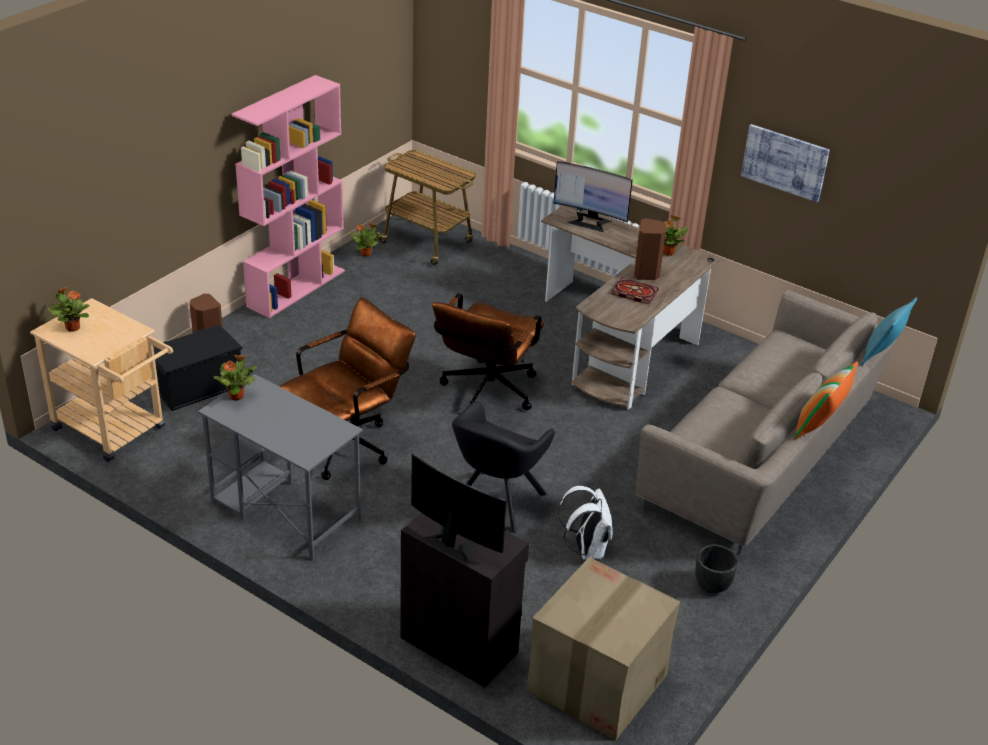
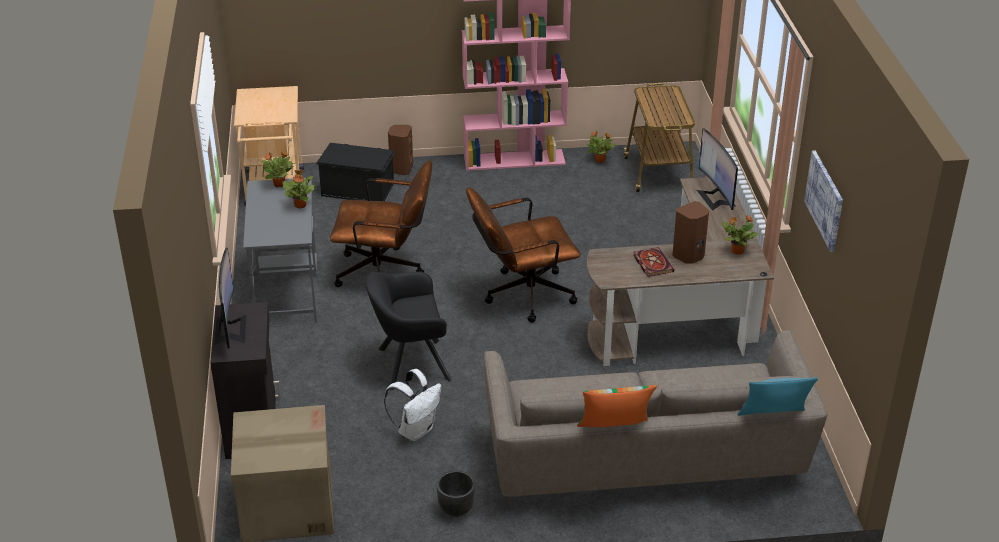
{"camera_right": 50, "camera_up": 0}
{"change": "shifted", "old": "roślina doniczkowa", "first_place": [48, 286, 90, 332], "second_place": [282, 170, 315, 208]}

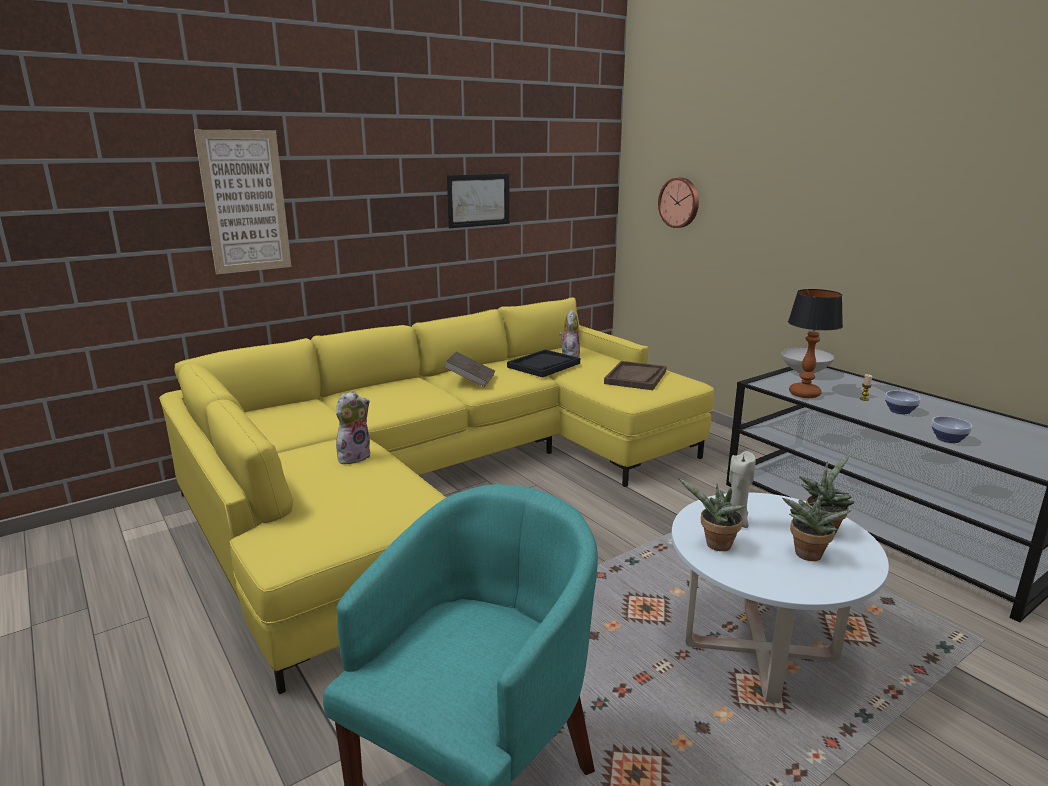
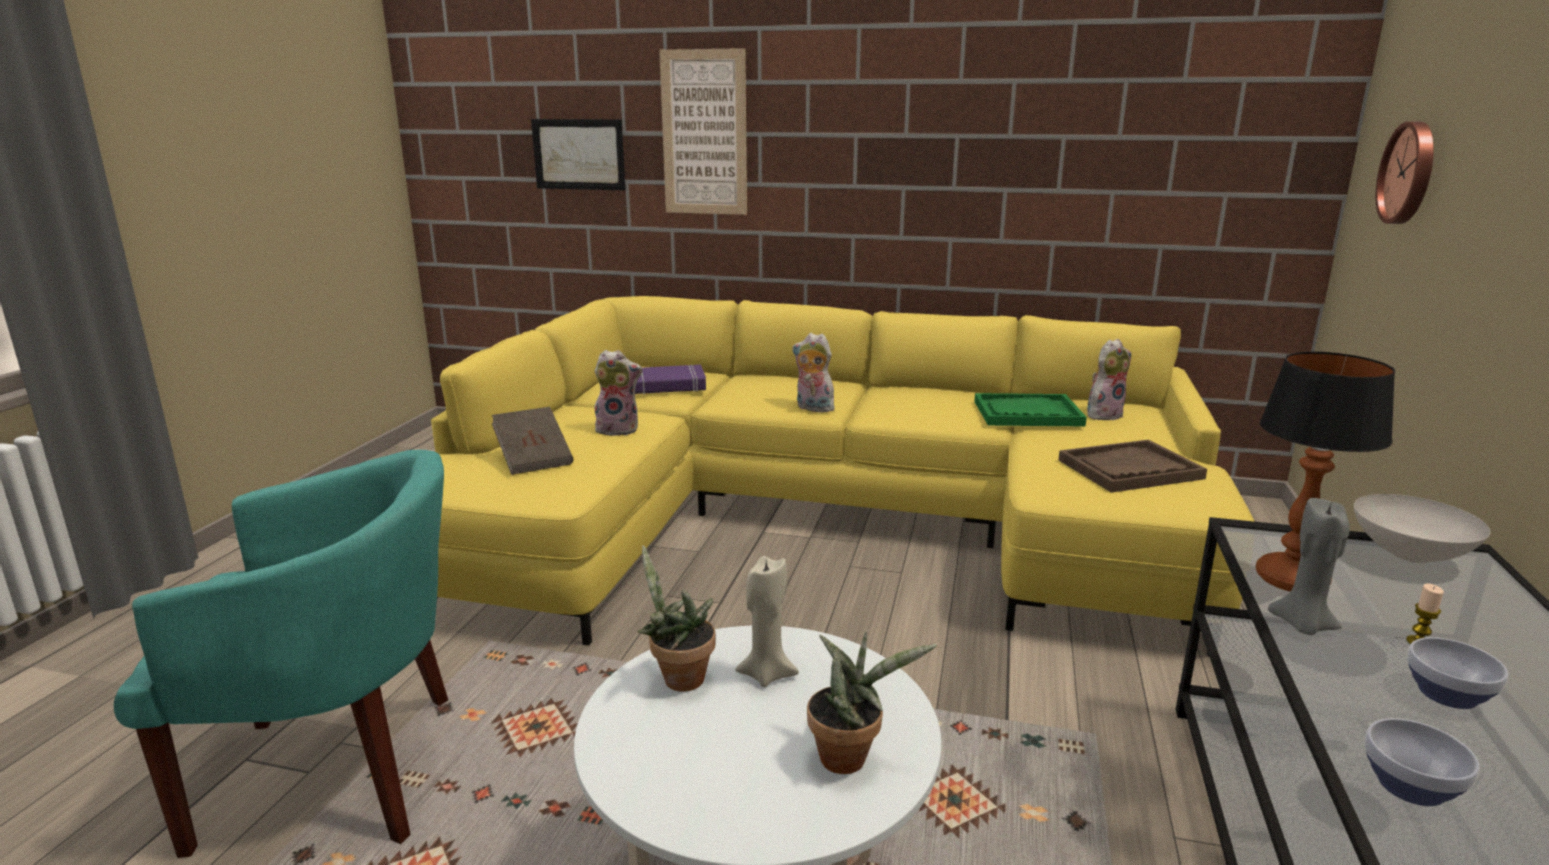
{"camera_right": 50, "camera_up": 0}
{"change": "shifted", "old": "obraz", "first_place": [447, 173, 510, 228], "second_place": [531, 119, 626, 190]}
{"change": "repainted", "old": "taca (czarny)", "new": "taca (zielony)", "first_place": [507, 349, 580, 377], "second_place": [974, 393, 1087, 426]}
{"change": "shifted", "old": "książka (brązowy)", "first_place": [444, 352, 495, 387], "second_place": [492, 407, 573, 475]}
{"change": "gone", "old": "roślina doniczkowa", "first_place": [782, 494, 851, 561]}
{"change": "new", "new": "pluszak", "second_place": [792, 333, 835, 412]}
{"change": "new", "new": "książka (fioletowy)", "second_place": [635, 365, 706, 394]}
{"change": "new", "new": "świeca (szary)", "second_place": [1268, 498, 1350, 635]}

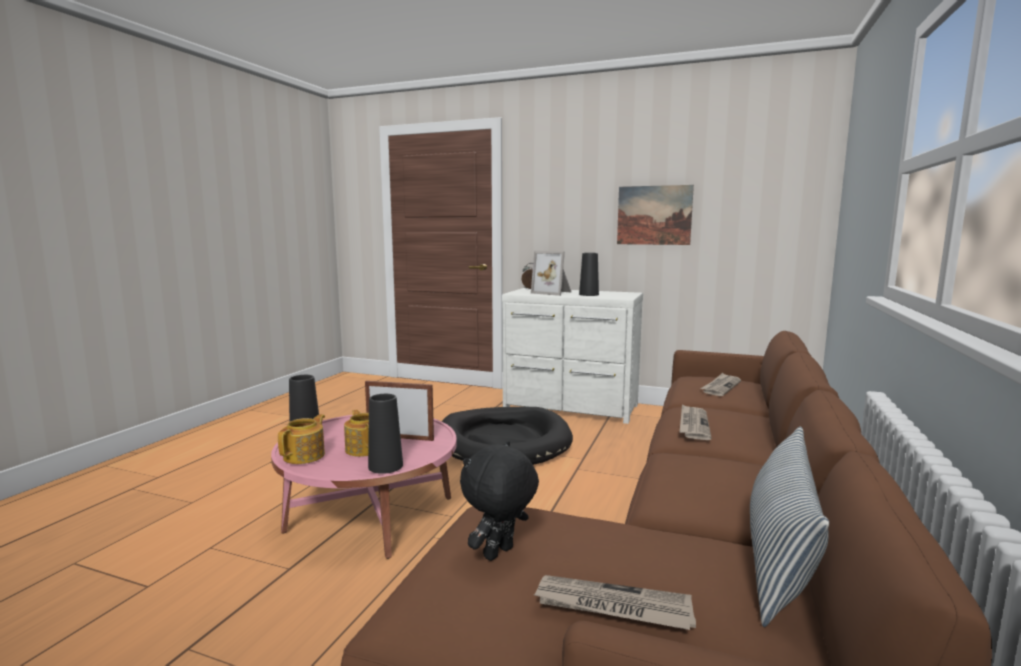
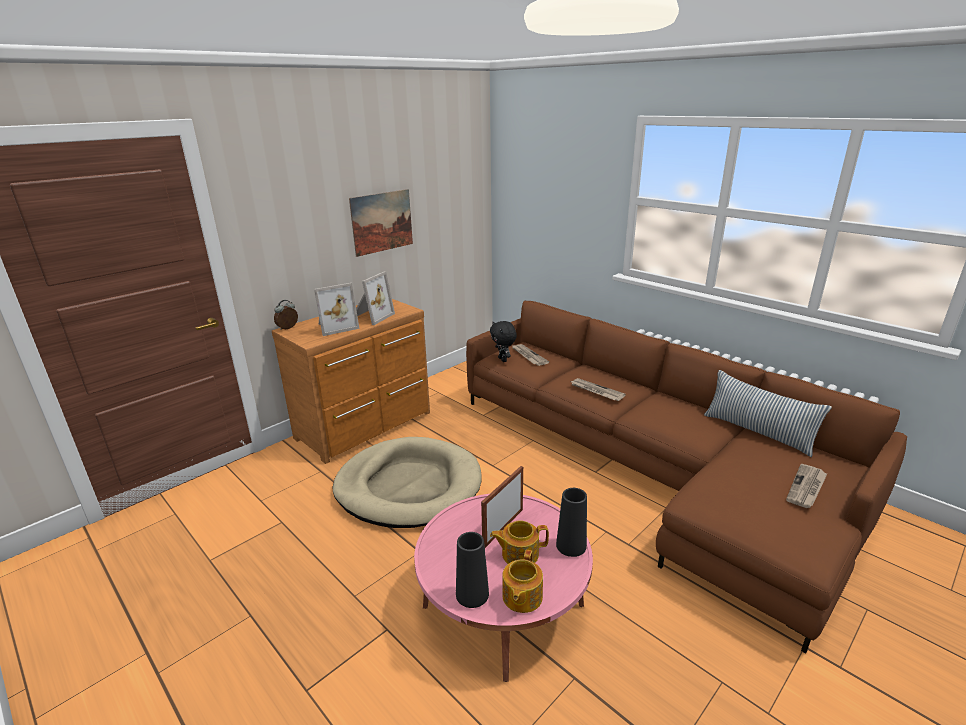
{"camera_right": -65, "camera_up": 15}
{"change": "swapped", "old": "wazon (czarny)", "new": "ramka na zdjęcie", "first_place": [579, 253, 599, 296], "second_place": [356, 271, 395, 325]}
{"change": "repainted", "old": "komoda (biały)", "new": "komoda (brązowy)", "first_place": [502, 288, 643, 424], "second_place": [272, 299, 430, 464]}
{"change": "repainted", "old": "legowisko (czarny)", "new": "legowisko (beżowy)", "first_place": [442, 407, 573, 465], "second_place": [332, 437, 481, 528]}
{"change": "rotated", "old": "imbryk", "first_place": [278, 414, 325, 464], "second_place": [503, 549, 543, 613], "degrees": -120}
{"change": "shifted", "old": "pluszak (czarny)", "first_place": [460, 441, 539, 561], "second_place": [490, 321, 517, 362]}

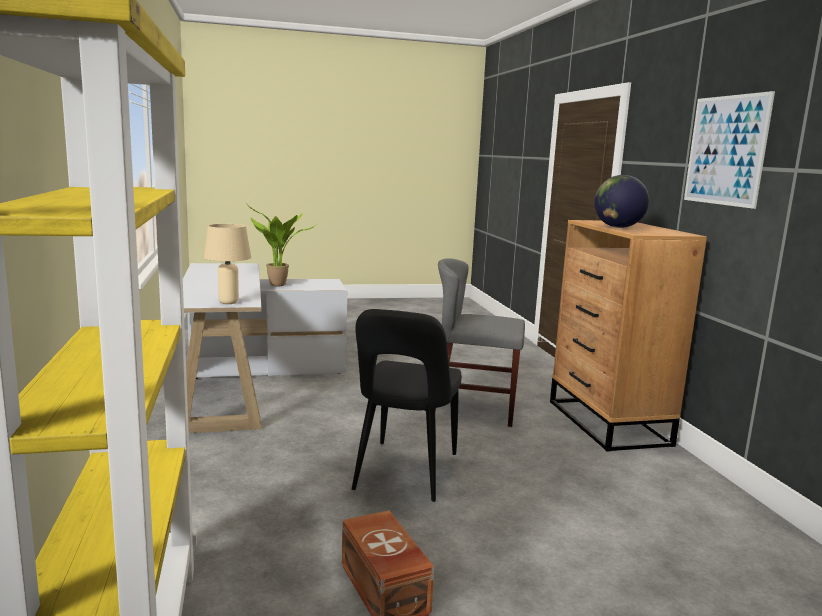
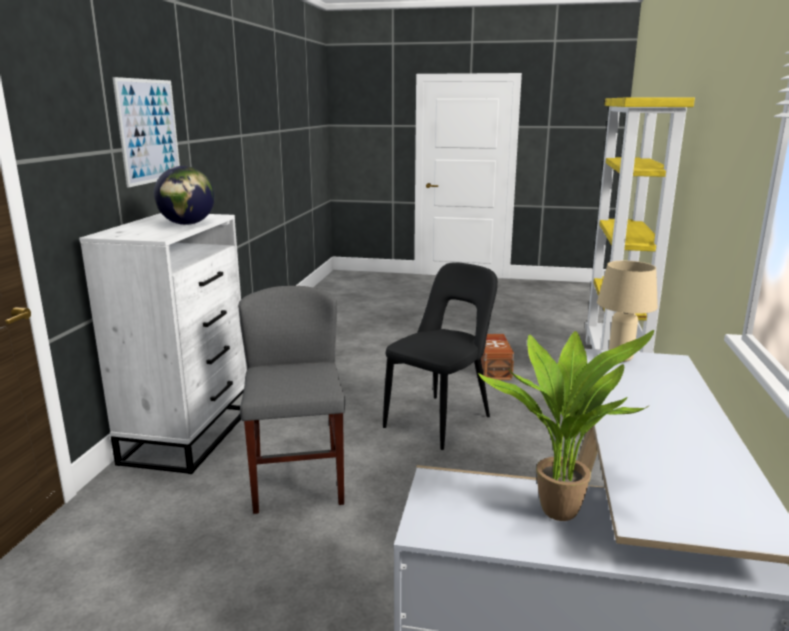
{"camera_right": -155, "camera_up": 5}
{"change": "repainted", "old": "komoda (brązowy)", "new": "komoda (biały)", "first_place": [550, 220, 707, 452], "second_place": [79, 213, 247, 474]}
{"change": "rotated", "old": "krzesło (szary)", "first_place": [435, 258, 525, 427], "second_place": [238, 286, 345, 514], "degrees": -135}

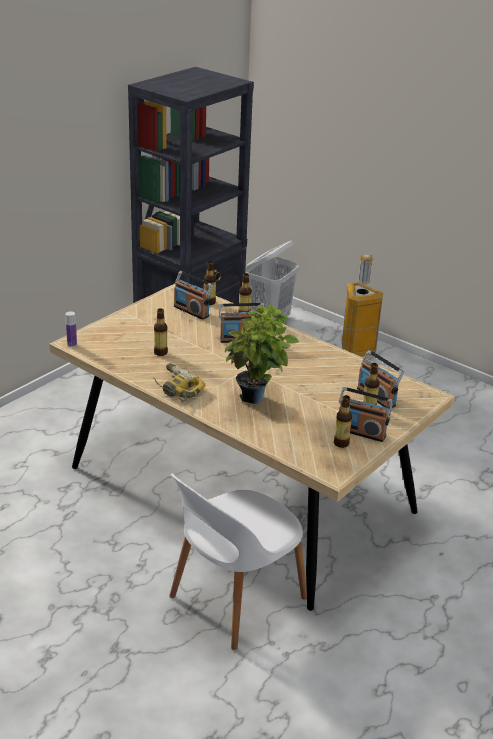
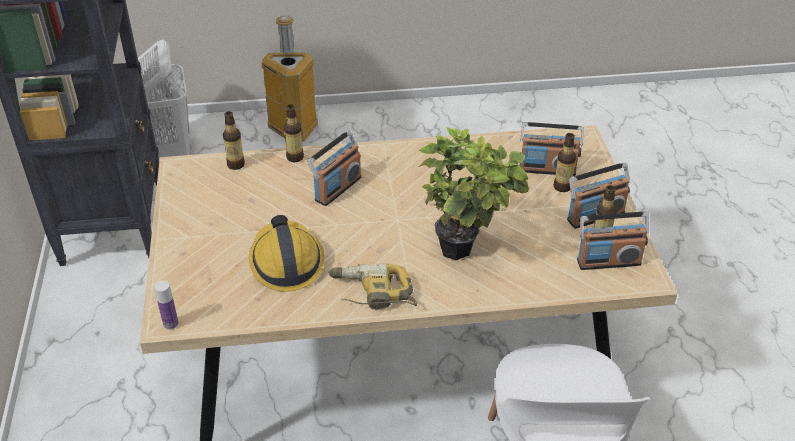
{"camera_right": -45, "camera_up": 10}
{"change": "shifted", "old": "radio", "first_place": [174, 271, 213, 320], "second_place": [577, 212, 649, 270]}
{"change": "swapped", "old": "butelka", "new": "kask", "first_place": [154, 308, 168, 356], "second_place": [249, 215, 324, 292]}

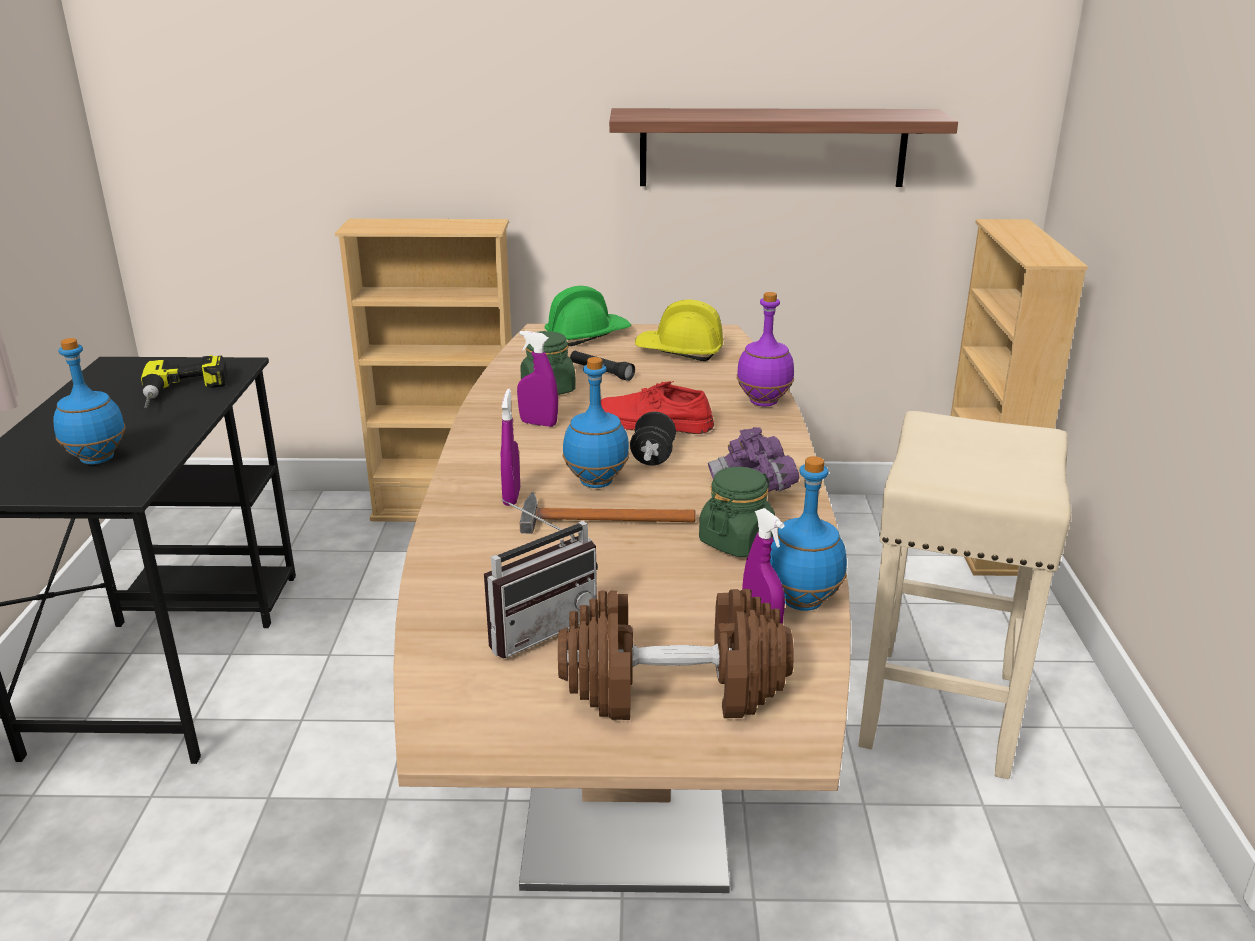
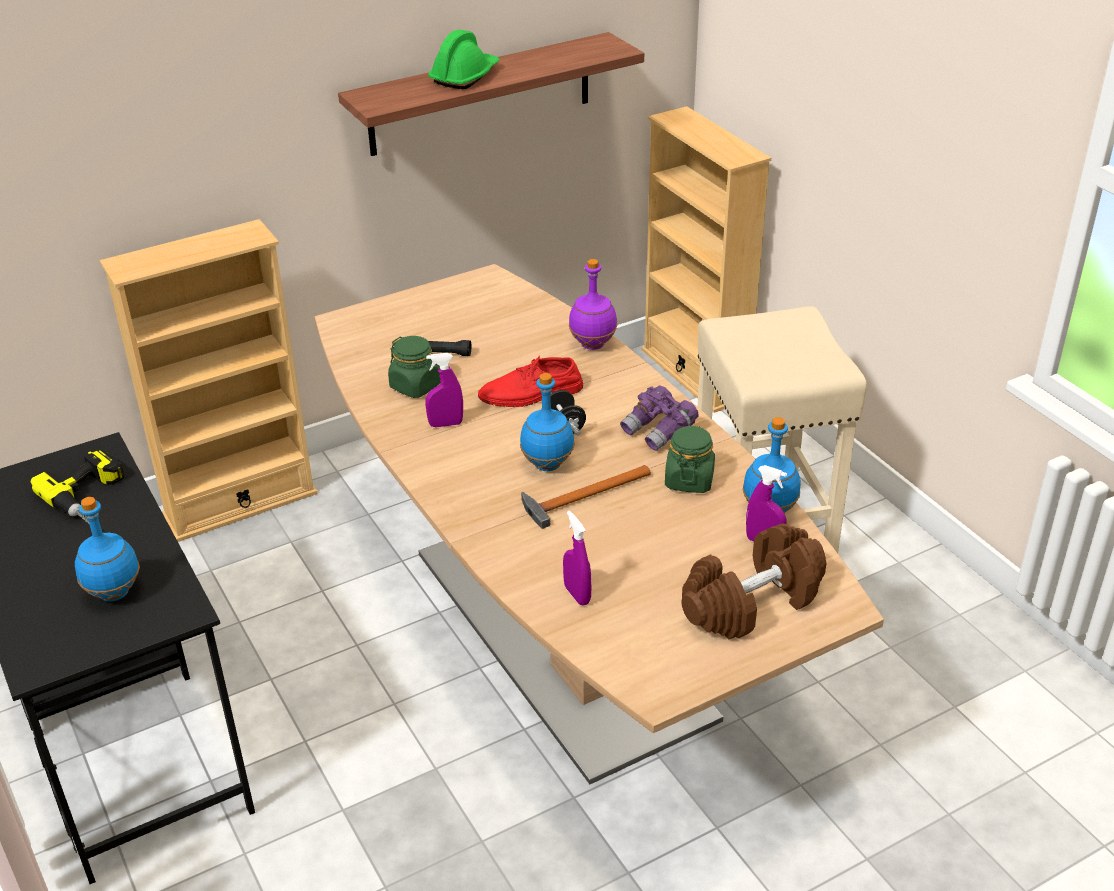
{"camera_right": -30, "camera_up": 10}
{"change": "shifted", "old": "kask (zielony)", "first_place": [545, 286, 631, 346], "second_place": [428, 30, 500, 89]}
{"change": "gone", "old": "kask (żółty)", "first_place": [635, 300, 723, 361]}
{"change": "shifted", "old": "spryskiwacz (fioletowy)", "first_place": [501, 389, 520, 506], "second_place": [563, 511, 592, 606]}
{"change": "gone", "old": "radio", "first_place": [484, 499, 598, 658]}

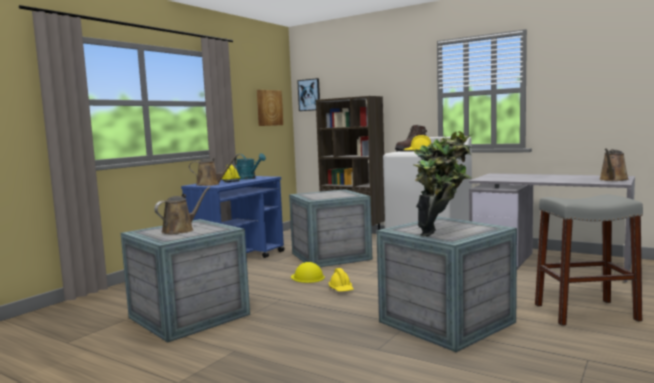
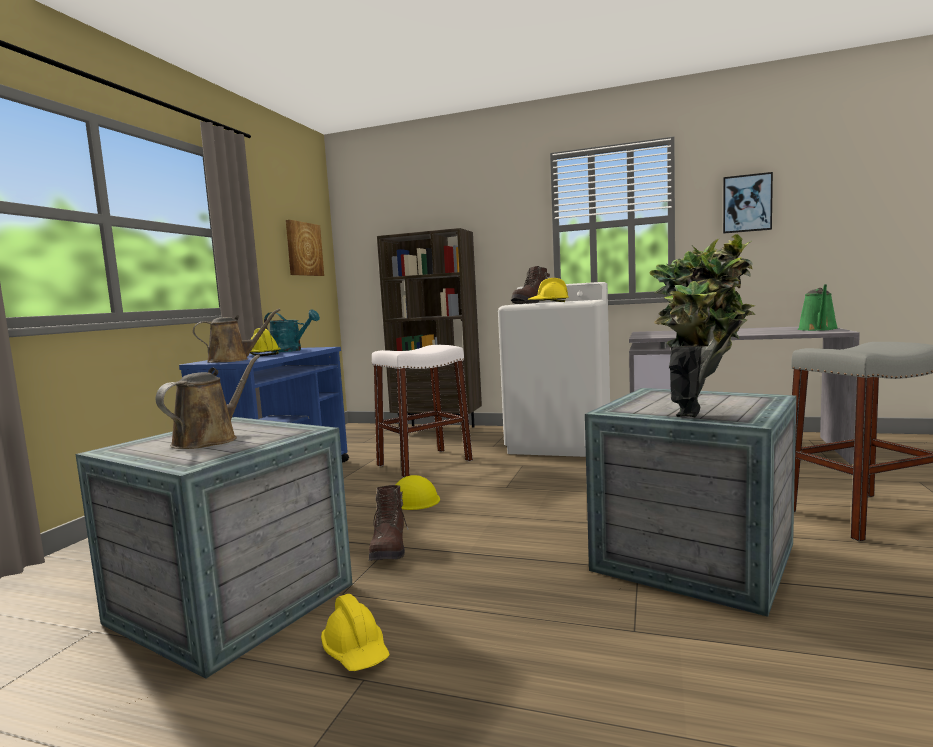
{"camera_right": -15, "camera_up": 0}
{"change": "shifted", "old": "obraz", "first_place": [297, 78, 320, 111], "second_place": [723, 172, 773, 234]}
{"change": "repainted", "old": "konewka (brązowy)", "new": "konewka (zielony)", "first_place": [599, 148, 629, 181], "second_place": [798, 284, 837, 331]}
{"change": "swapped", "old": "skrzynka", "new": "stołek (biały)", "first_place": [289, 189, 372, 267], "second_place": [372, 345, 473, 477]}
{"change": "shifted", "old": "kask (żółty)", "first_place": [328, 268, 354, 292], "second_place": [321, 594, 390, 671]}
{"change": "new", "new": "but z cholewką (brązowy)", "second_place": [369, 485, 408, 561]}

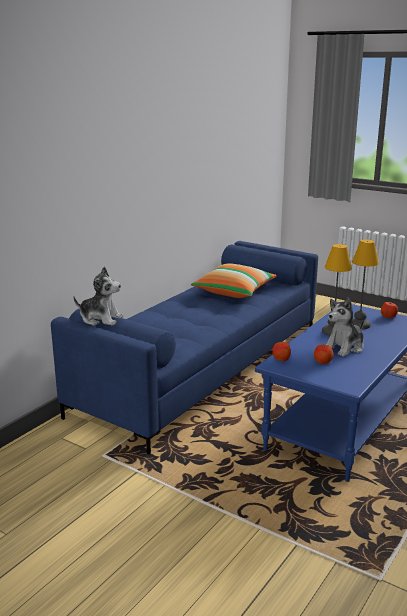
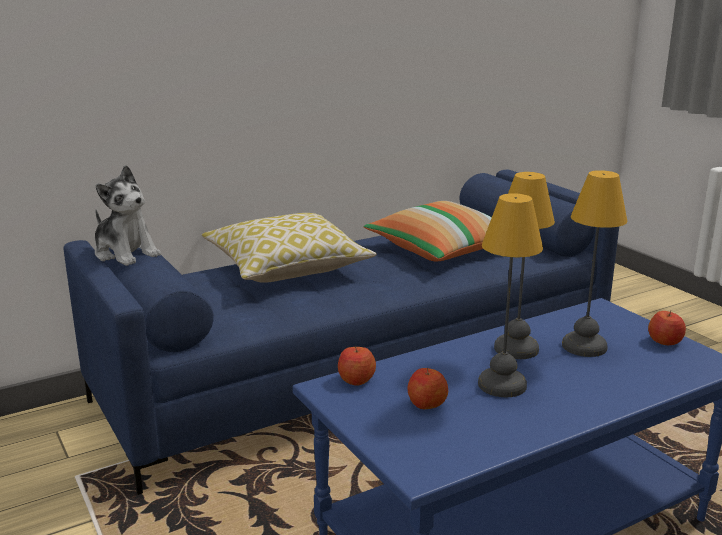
{"camera_right": 25, "camera_up": 0}
{"change": "swapped", "old": "pluszak", "new": "lampa stołowa", "first_place": [326, 297, 364, 357], "second_place": [478, 193, 543, 397]}
{"change": "new", "new": "poduszka", "second_place": [201, 213, 377, 283]}

